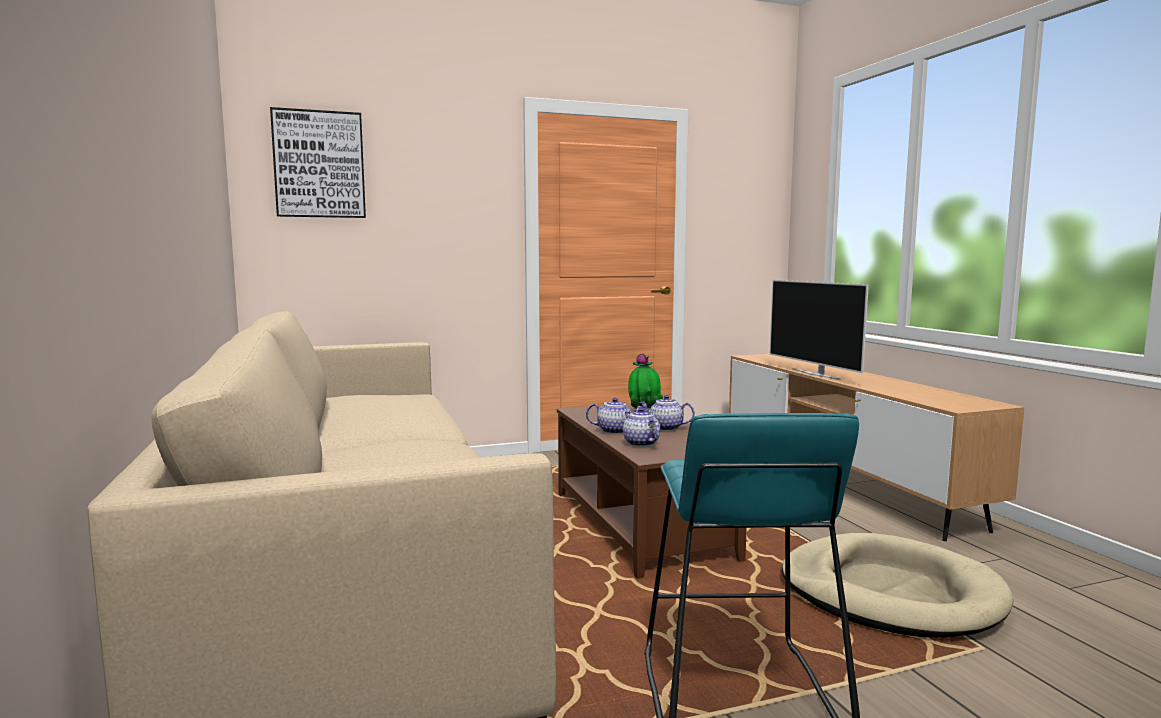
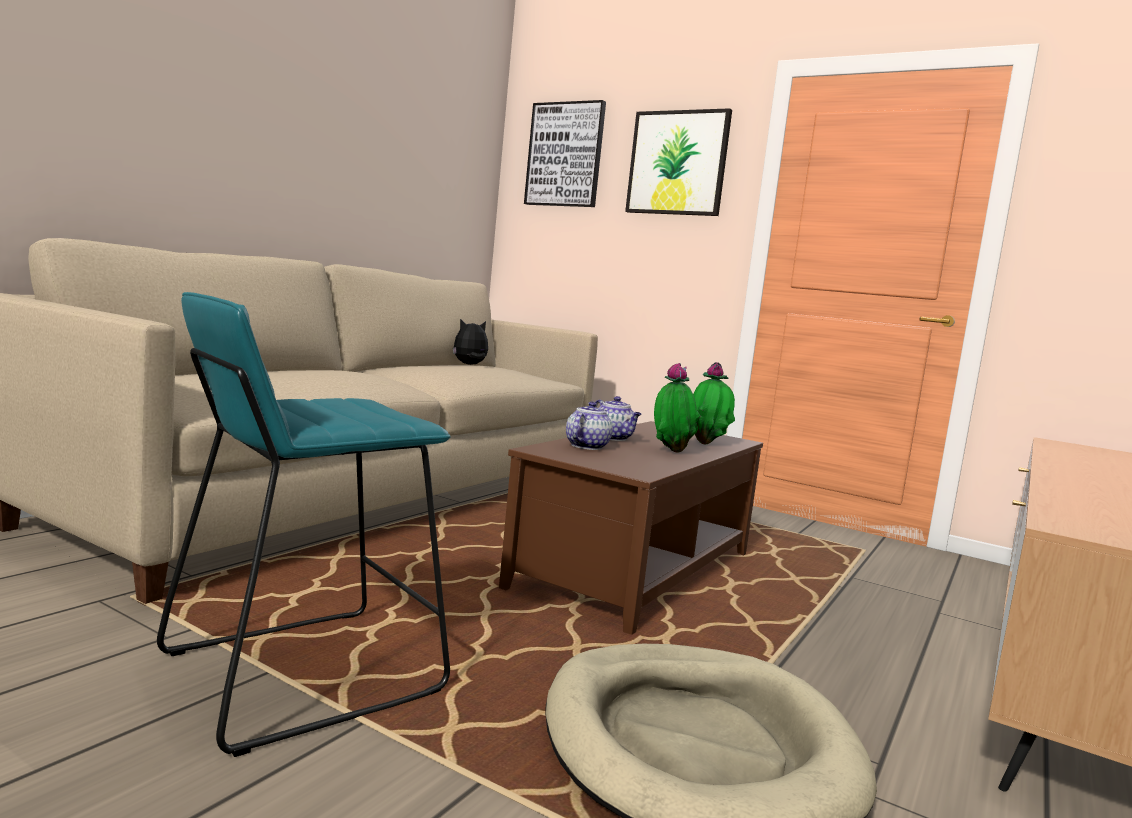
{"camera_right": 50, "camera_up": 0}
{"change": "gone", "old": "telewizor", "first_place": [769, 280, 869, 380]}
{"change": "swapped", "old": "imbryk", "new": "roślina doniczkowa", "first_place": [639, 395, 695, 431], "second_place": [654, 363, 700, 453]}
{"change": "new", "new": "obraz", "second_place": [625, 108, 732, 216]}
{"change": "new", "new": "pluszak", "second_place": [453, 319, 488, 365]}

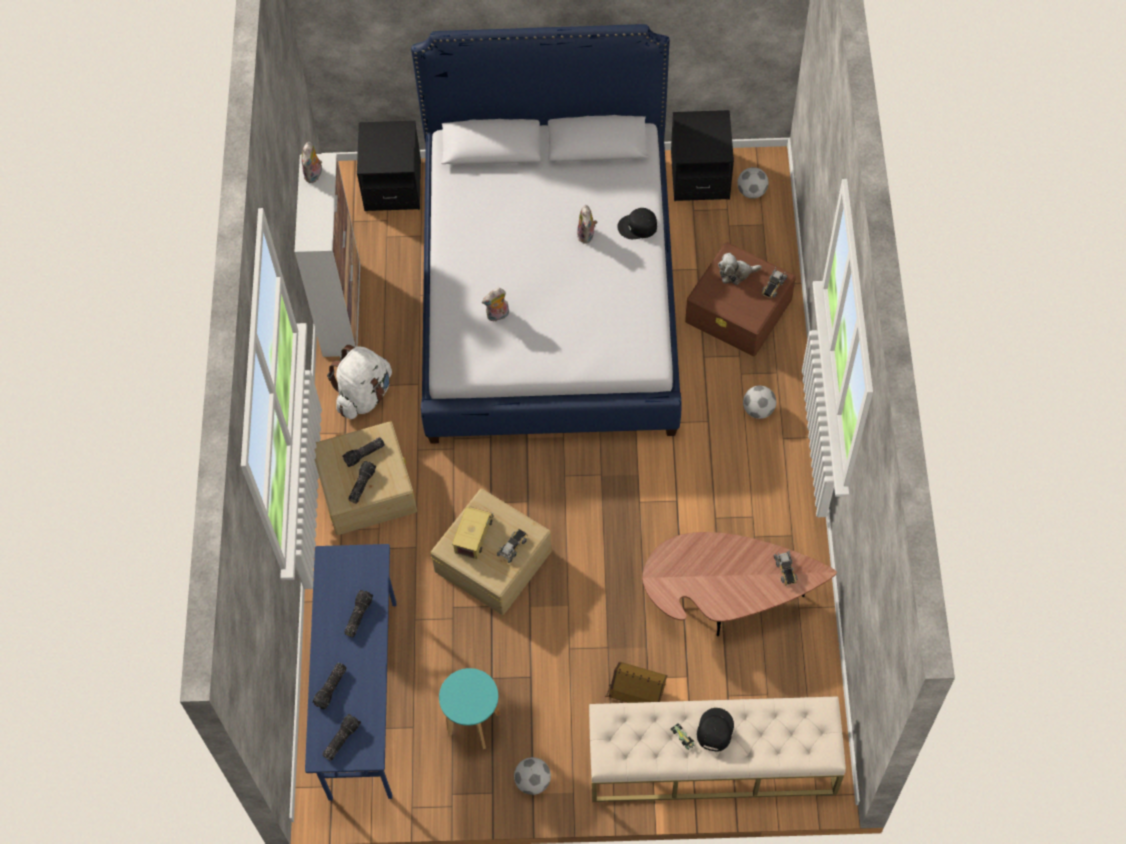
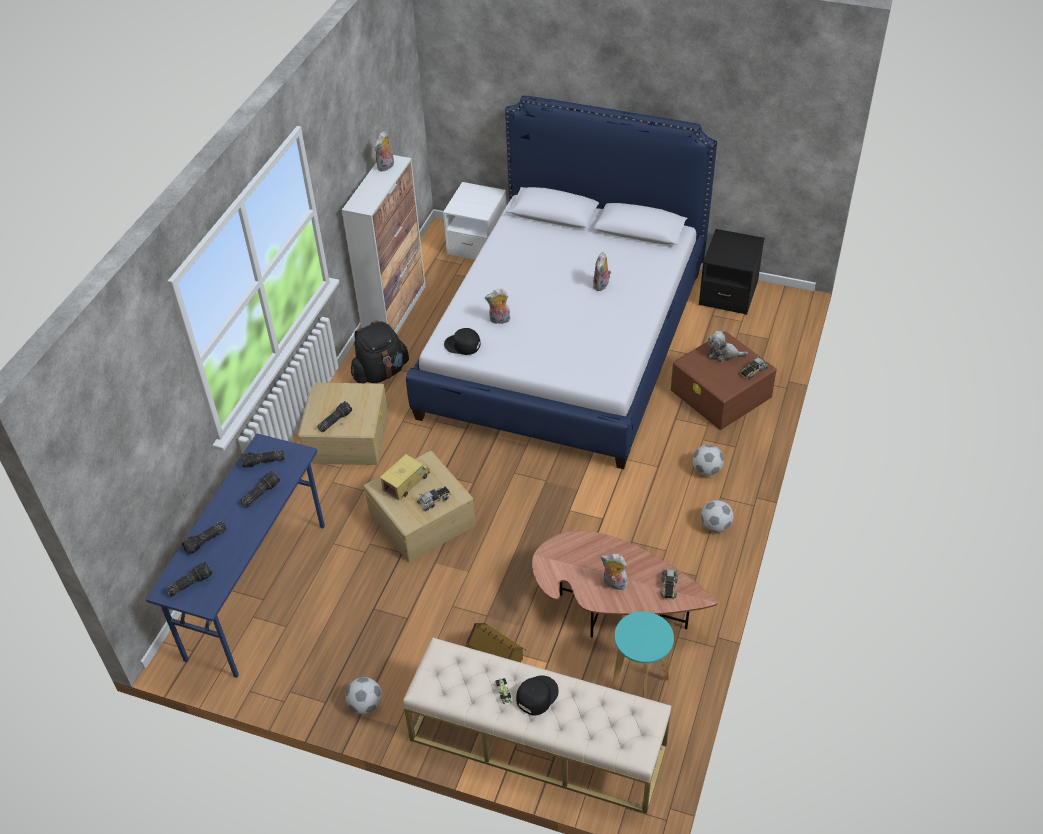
{"camera_right": 20, "camera_up": -15}
{"change": "repainted", "old": "szafka nocna (czarny)", "new": "szafka nocna (biały)", "first_place": [357, 121, 421, 211], "second_place": [443, 182, 507, 260]}
{"change": "shifted", "old": "piłka futbolowa", "first_place": [737, 167, 769, 199], "second_place": [701, 500, 734, 532]}
{"change": "shifted", "old": "czapka z daszkiem (czarny)", "first_place": [617, 208, 657, 239], "second_place": [444, 328, 481, 355]}
{"change": "repainted", "old": "plecak (biały)", "new": "plecak (czarny)", "first_place": [327, 345, 392, 419], "second_place": [351, 320, 409, 383]}
{"change": "shifted", "old": "latarka", "first_place": [342, 437, 385, 467], "second_place": [241, 450, 285, 468]}
{"change": "shifted", "old": "stołek (turkusowy)", "first_place": [439, 668, 501, 749], "second_place": [613, 611, 674, 698]}
{"change": "new", "new": "pluszak", "second_place": [600, 553, 629, 590]}

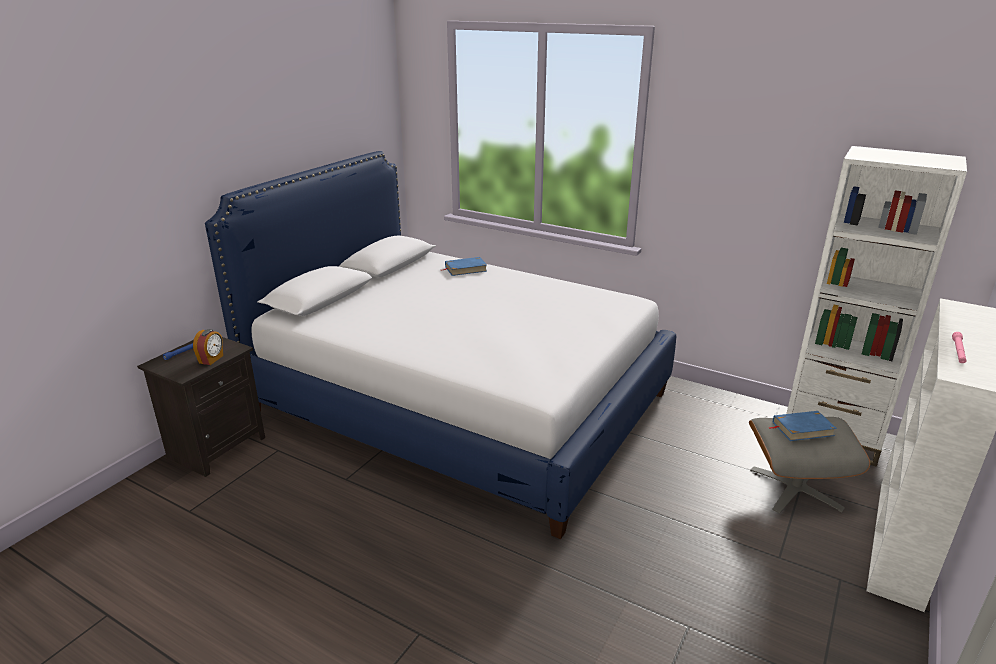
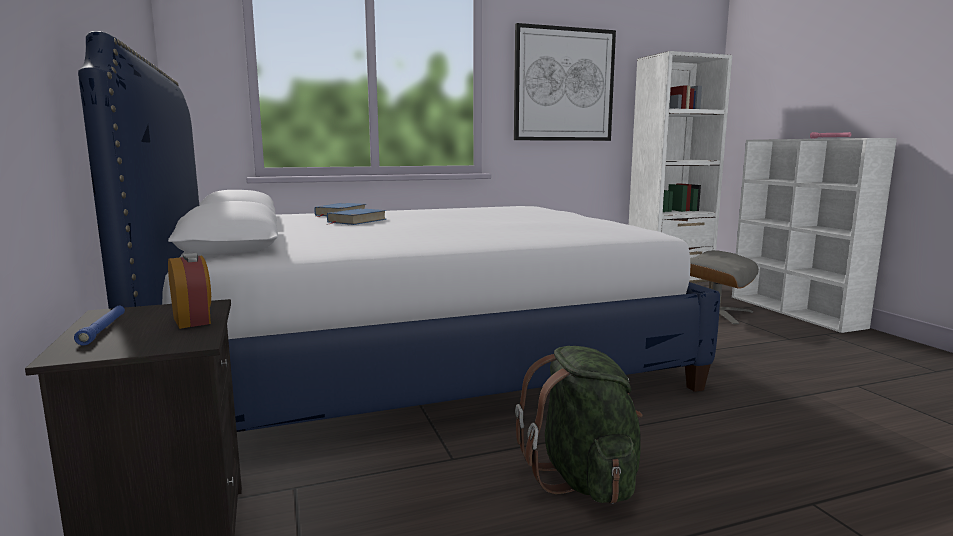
{"camera_right": -50, "camera_up": -15}
{"change": "shifted", "old": "książka (niebieski)", "first_place": [768, 411, 837, 441], "second_place": [327, 208, 387, 225]}
{"change": "new", "new": "obraz", "second_place": [514, 23, 616, 141]}
{"change": "new", "new": "plecak (zielony)", "second_place": [515, 346, 642, 504]}

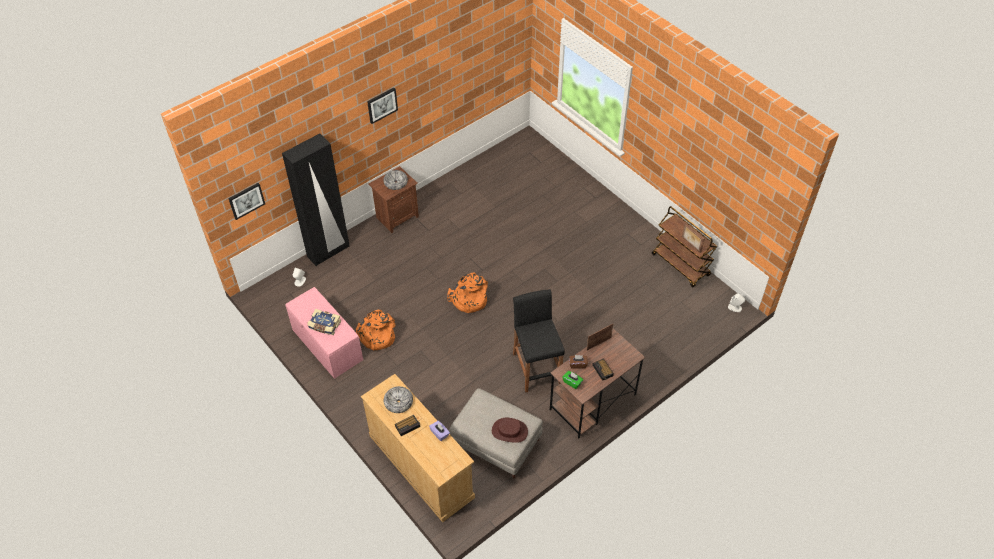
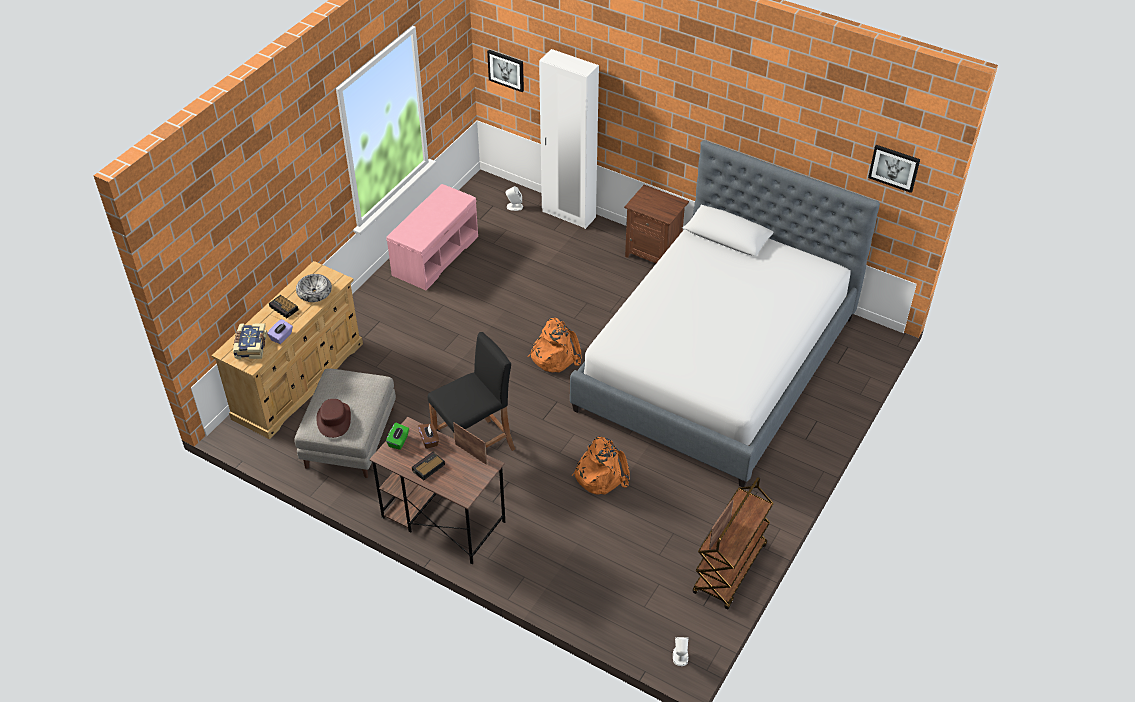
{"camera_right": 70, "camera_up": -5}
{"change": "shifted", "old": "obraz", "first_place": [367, 88, 398, 124], "second_place": [868, 145, 920, 193]}
{"change": "repainted", "old": "szafa (czarny)", "new": "szafa (biały)", "first_place": [282, 133, 349, 266], "second_place": [539, 49, 599, 229]}
{"change": "gone", "old": "miska", "first_place": [383, 170, 408, 190]}
{"change": "shifted", "old": "książka", "first_place": [307, 309, 341, 335], "second_place": [233, 323, 267, 359]}
{"change": "shifted", "old": "plecak (pomarańczowy)", "first_place": [355, 310, 396, 351], "second_place": [571, 437, 630, 495]}
{"change": "new", "new": "łóżko", "second_place": [570, 140, 880, 487]}

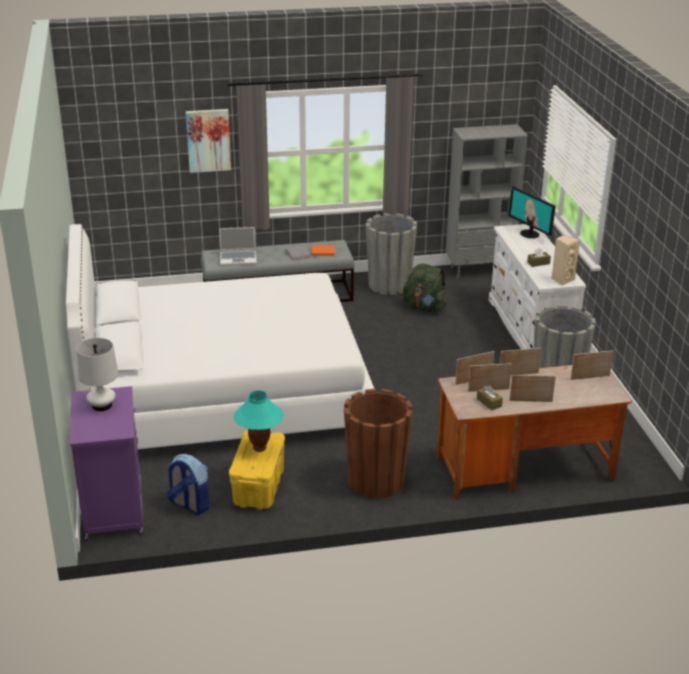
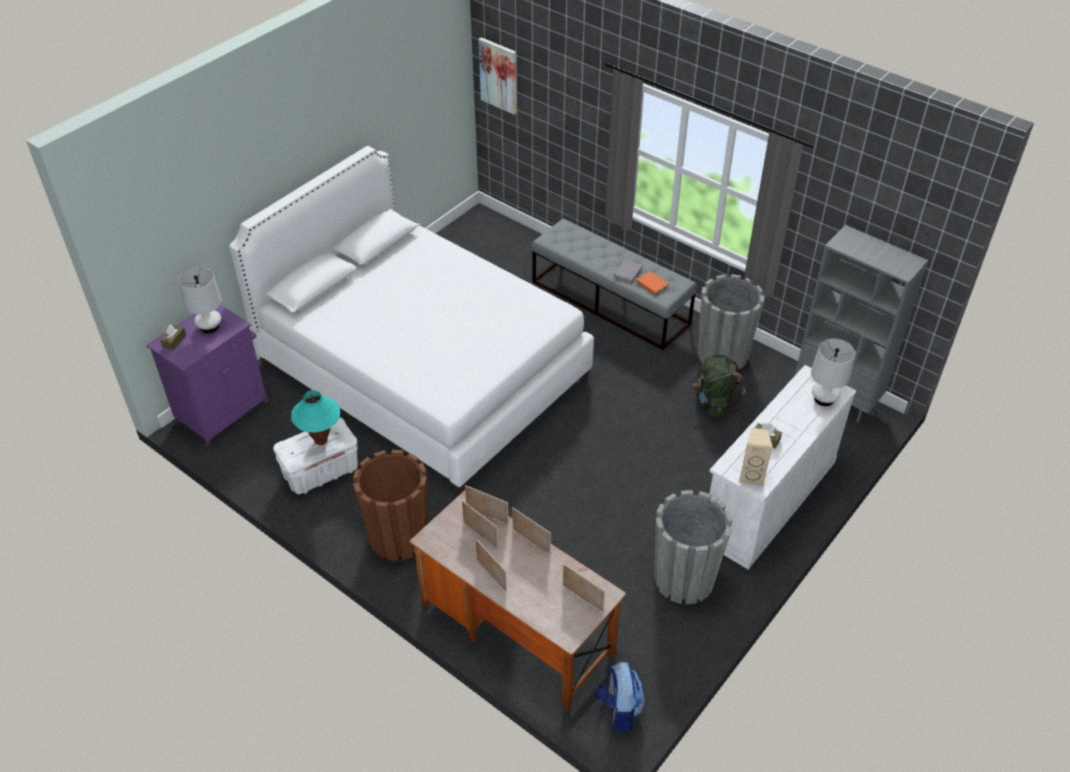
{"camera_right": 50, "camera_up": 15}
{"change": "shifted", "old": "obraz", "first_place": [186, 109, 231, 173], "second_place": [478, 37, 517, 115]}
{"change": "swapped", "old": "monitor", "new": "lampa stołowa (biały)", "first_place": [508, 186, 556, 238], "second_place": [811, 339, 855, 406]}
{"change": "gone", "old": "laptop", "first_place": [219, 227, 257, 266]}
{"change": "shifted", "old": "pudełko chusteczek (brązowy)", "first_place": [477, 385, 503, 410], "second_place": [160, 324, 186, 350]}
{"change": "repainted", "old": "pojemnik do przechowywania (żółty)", "new": "pojemnik do przechowywania (biały)", "first_place": [229, 430, 285, 509], "second_place": [273, 418, 358, 494]}
{"change": "shifted", "old": "plecak", "first_place": [166, 454, 210, 515], "second_place": [595, 662, 645, 733]}

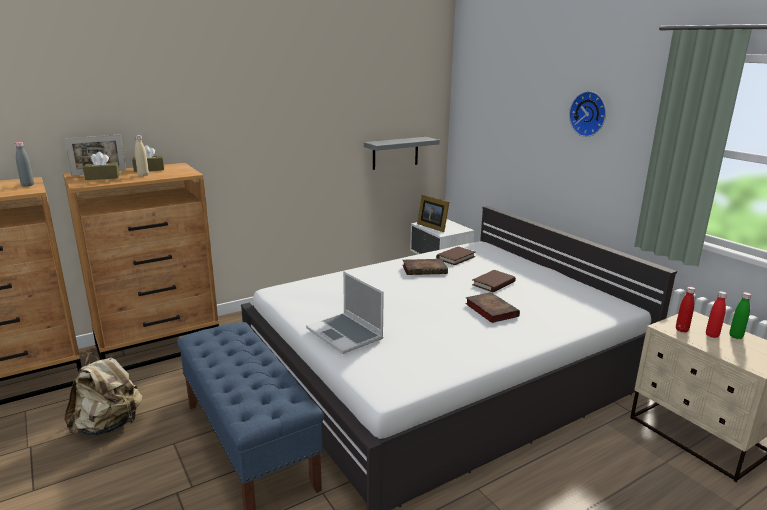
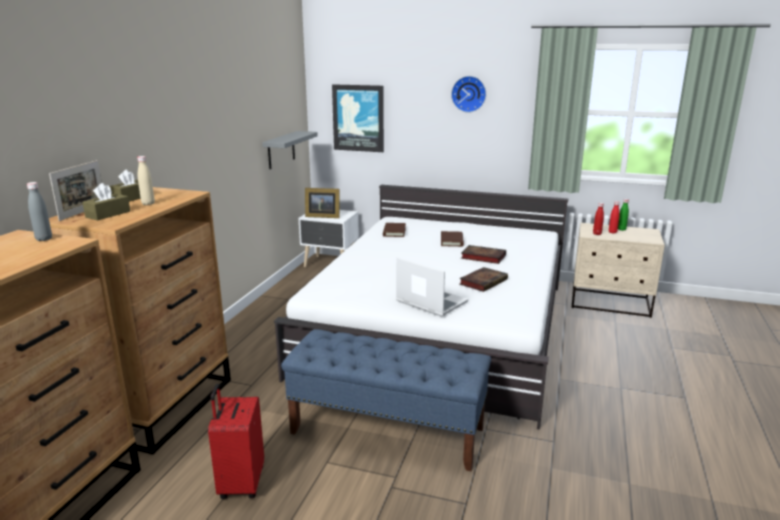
{"camera_right": -40, "camera_up": 0}
{"change": "shifted", "old": "książka", "first_place": [402, 259, 448, 275], "second_place": [459, 267, 508, 292]}
{"change": "rotated", "old": "laptop", "first_place": [306, 271, 384, 354], "second_place": [396, 257, 468, 317], "degrees": -150}
{"change": "swapped", "old": "plecak (beżowy)", "new": "walizka (czerwony)", "first_place": [64, 352, 143, 435], "second_place": [208, 384, 264, 499]}
{"change": "new", "new": "obraz", "second_place": [332, 84, 384, 152]}

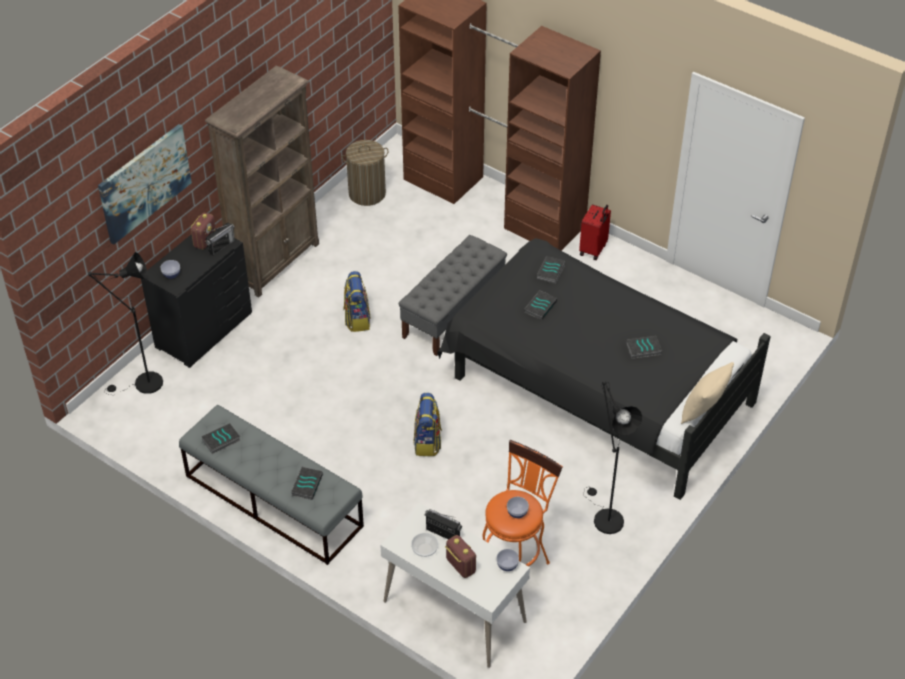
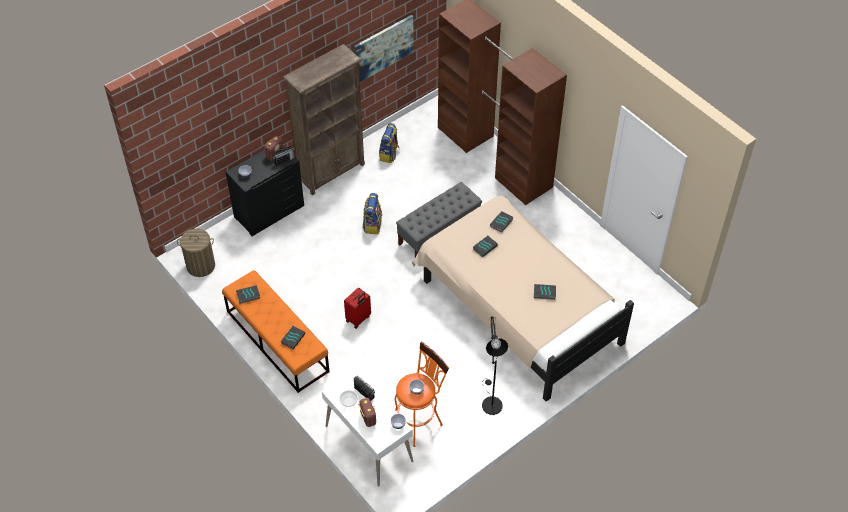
{"camera_right": 15, "camera_up": 5}
{"change": "shifted", "old": "obraz", "first_place": [98, 124, 192, 244], "second_place": [354, 15, 414, 82]}
{"change": "shifted", "old": "kosz na pranie", "first_place": [342, 140, 388, 206], "second_place": [177, 228, 215, 277]}
{"change": "shifted", "old": "walizka (czerwony)", "first_place": [579, 204, 611, 260], "second_place": [344, 288, 371, 329]}
{"change": "repainted", "old": "łóżko (czarny)", "new": "łóżko (beżowy)", "first_place": [437, 238, 771, 500], "second_place": [412, 196, 634, 401]}
{"change": "gone", "old": "lampa stojąca (czarny)", "first_place": [88, 252, 163, 395]}
{"change": "gone", "old": "poduszka (beżowy)", "first_place": [681, 362, 734, 424]}
{"change": "shifted", "old": "plecak", "first_place": [413, 393, 442, 456], "second_place": [379, 123, 400, 163]}
{"change": "repainted", "old": "ławka (szary)", "new": "ławka (pomarańczowy)", "first_place": [179, 405, 364, 565], "second_place": [222, 270, 330, 393]}

